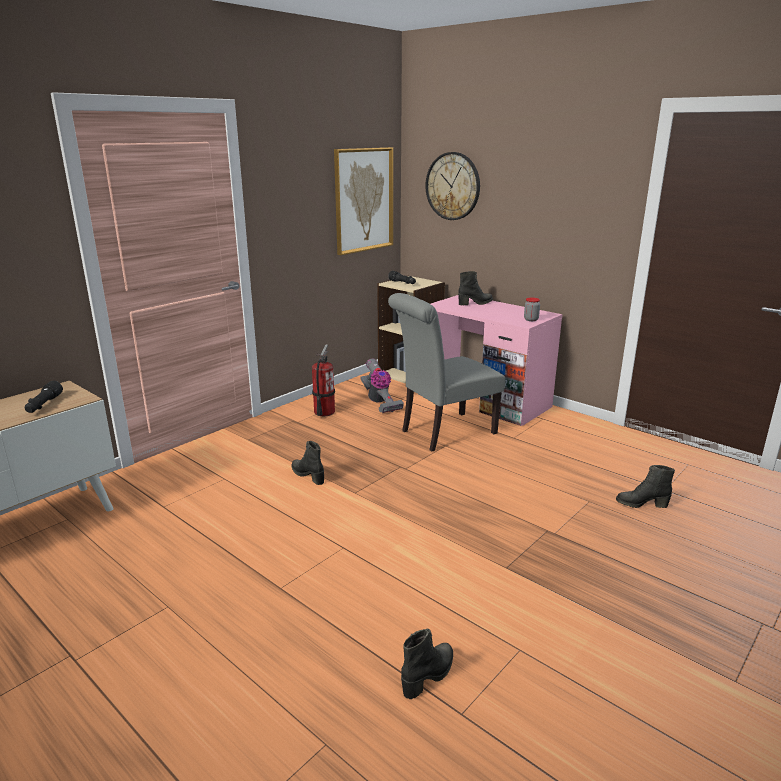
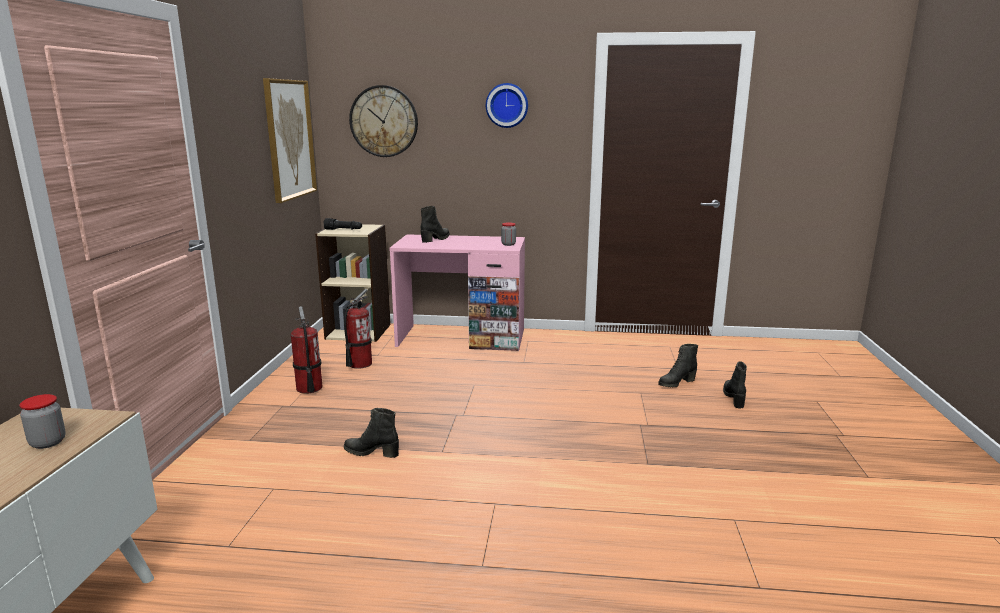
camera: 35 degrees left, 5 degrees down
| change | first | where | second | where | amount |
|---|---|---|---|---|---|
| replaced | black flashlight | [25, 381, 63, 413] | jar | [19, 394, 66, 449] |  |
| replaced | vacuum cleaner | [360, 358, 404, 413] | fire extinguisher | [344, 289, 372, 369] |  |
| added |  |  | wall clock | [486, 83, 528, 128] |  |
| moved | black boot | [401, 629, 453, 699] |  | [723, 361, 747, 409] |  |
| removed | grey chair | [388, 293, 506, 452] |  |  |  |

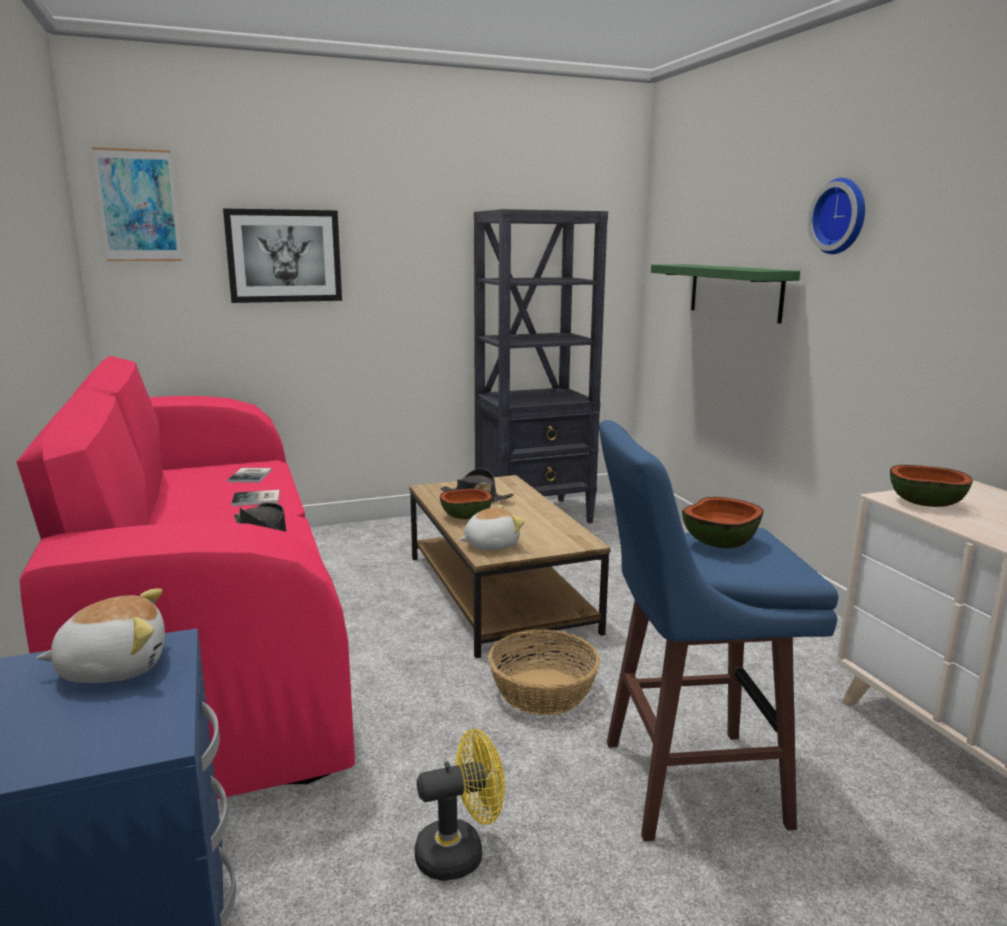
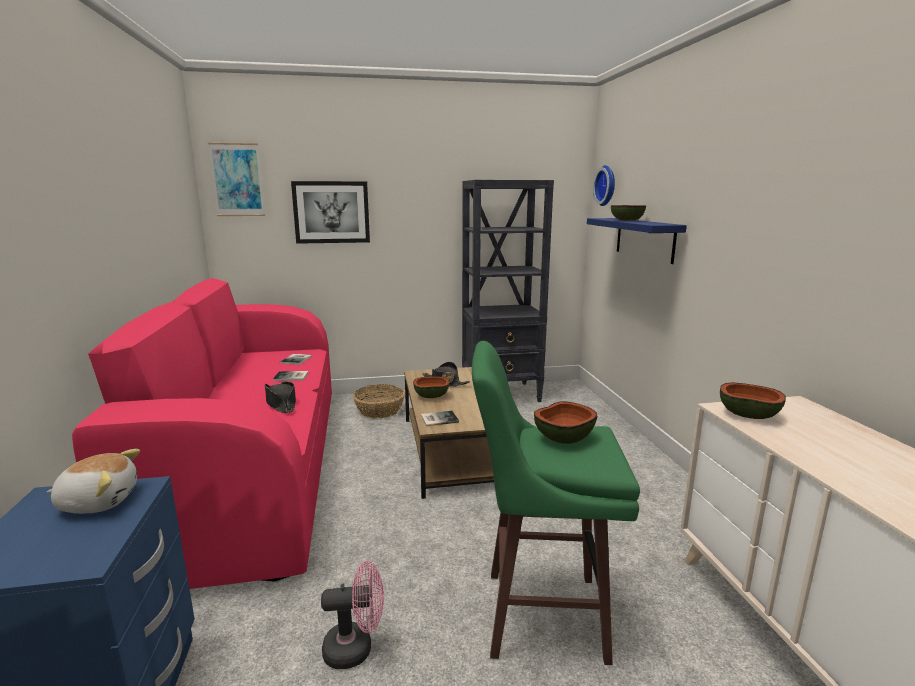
camera: 10 degrees right, 0 degrees up
| change | first | where | second | where | amount |
|---|---|---|---|---|---|
| recoloured | yellow fan | [415, 729, 505, 881] | pink fan | [321, 561, 384, 669] |  |
| moved | basket | [488, 629, 600, 715] |  | [353, 384, 405, 418] |  |
| replaced | plush toy | [459, 505, 525, 550] | book | [421, 410, 459, 426] |  |
| recoloured | blue stool | [599, 420, 839, 842] | green stool | [472, 341, 640, 665] |  |
| recoloured | green shelf | [651, 264, 800, 323] | blue shelf | [587, 218, 687, 264] |  |
| moved | wall clock | [808, 178, 865, 254] |  | [593, 165, 615, 206] |  |
| added |  |  | bowl | [611, 205, 646, 221] |  |

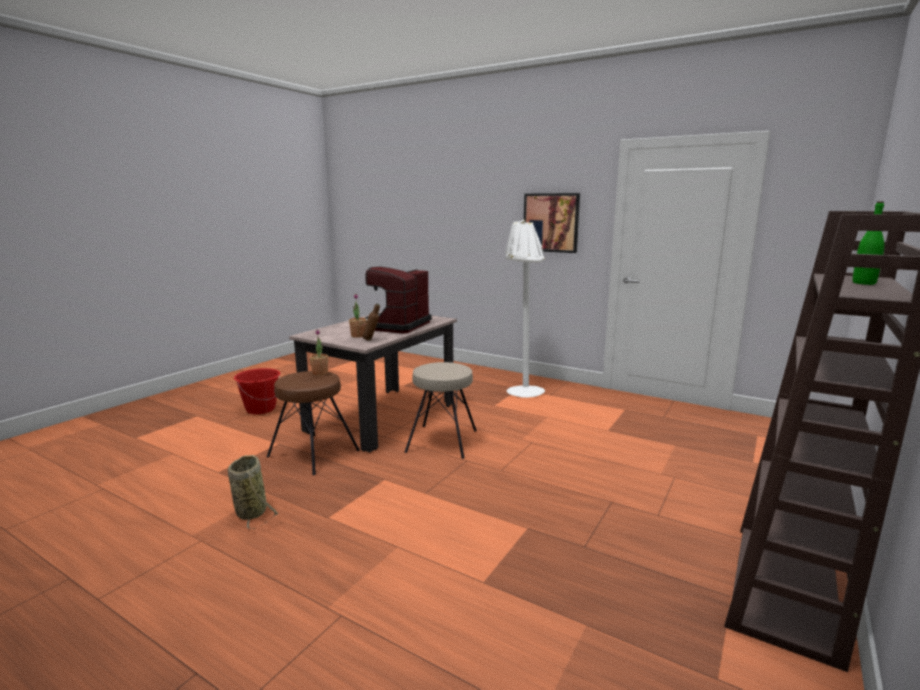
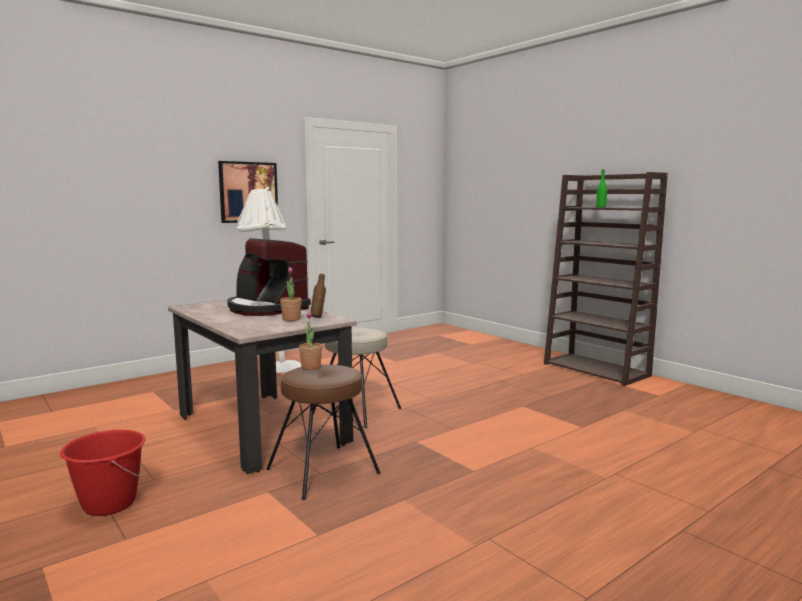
camera: 70 degrees left, 5 degrees down
| change | first | where | second | where | amount |
|---|---|---|---|---|---|
| removed | basket | [228, 455, 278, 529] |  |  |  |

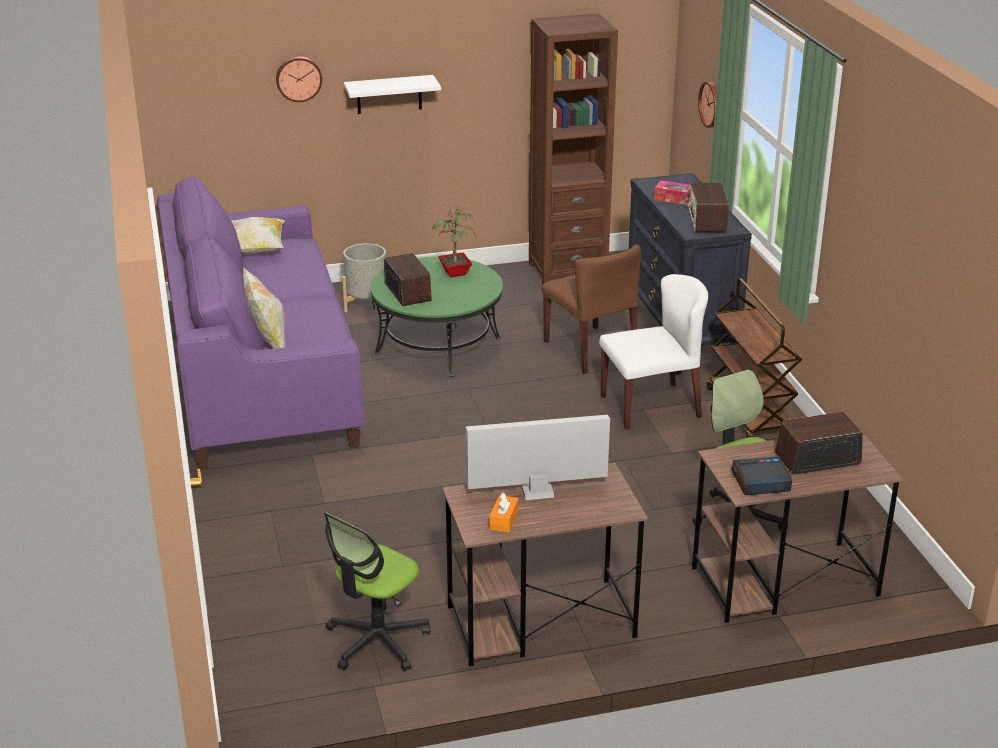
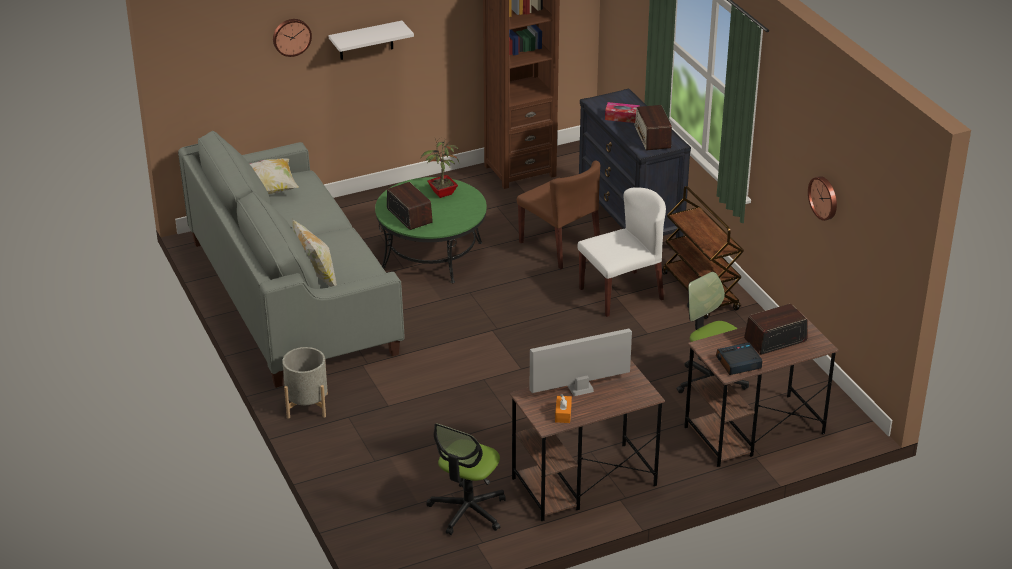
camera: 10 degrees left, 5 degrees up
| change | first | where | second | where | amount |
|---|---|---|---|---|---|
| recoloured | purple sofa | [157, 175, 365, 469] | grey sofa | [178, 131, 405, 388] |  |
| moved | grey planter | [342, 243, 386, 315] |  | [282, 347, 328, 418] |  |
| moved | wall clock | [698, 81, 717, 128] |  | [808, 176, 837, 221] |  |

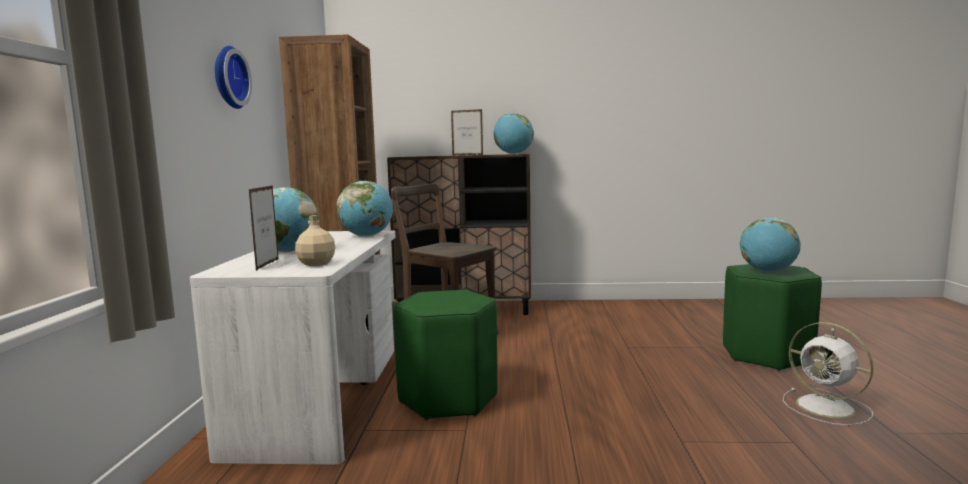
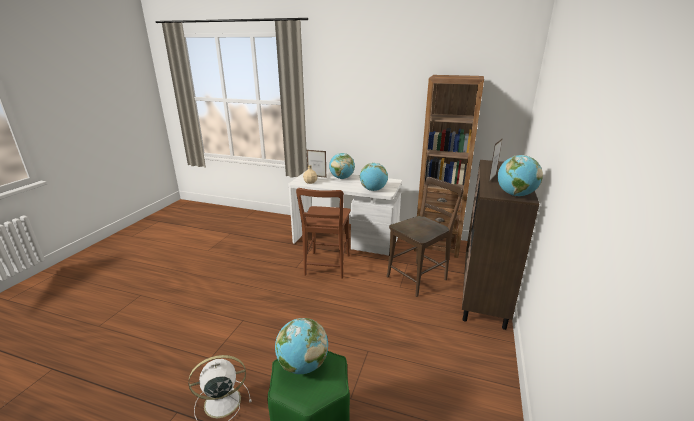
camera: 105 degrees right, 15 degrees up
| change | first | where | second | where | amount |
|---|---|---|---|---|---|
| replaced | green stool | [393, 290, 498, 420] | brown chair | [296, 188, 351, 279] |  |
| removed | wall clock | [215, 46, 252, 109] |  |  |  |

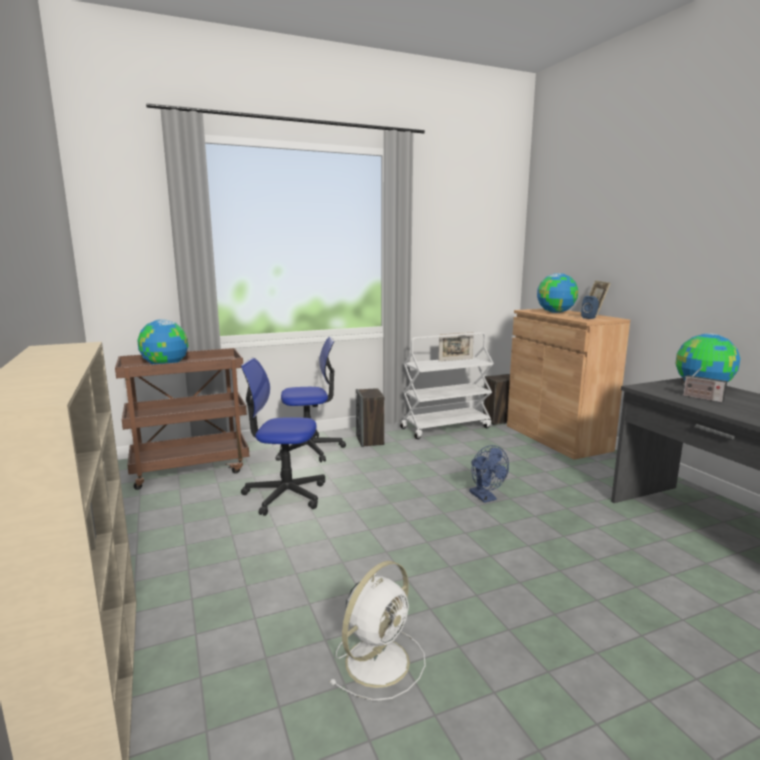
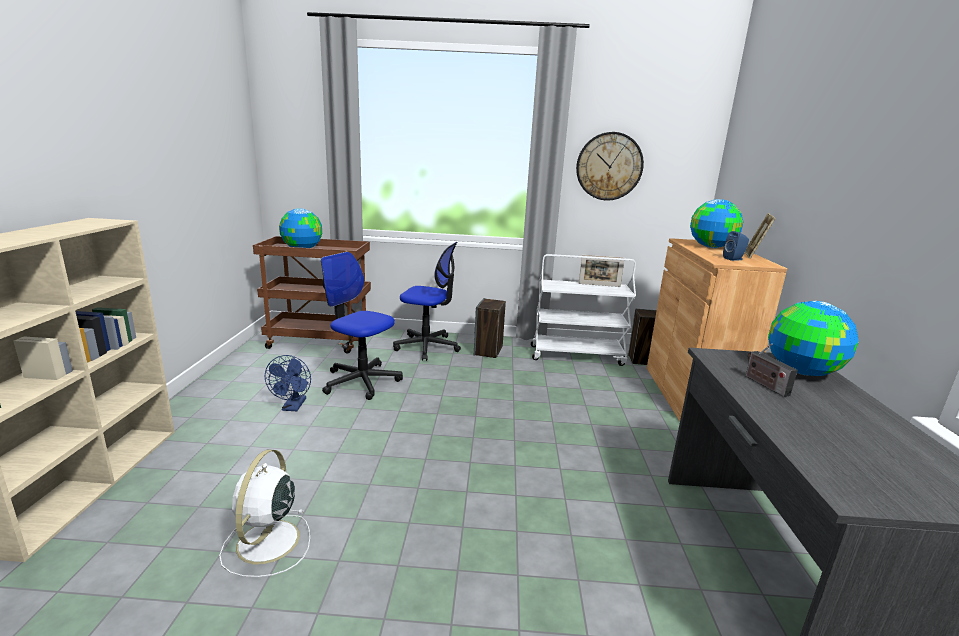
camera: 25 degrees right, 5 degrees up
| change | first | where | second | where | amount |
|---|---|---|---|---|---|
| turned | white fan | [329, 561, 426, 701] |  | [219, 449, 310, 577] | 120 degrees clockwise |
| moved | blue fan | [469, 445, 509, 503] |  | [264, 355, 311, 411] |  |
| added |  |  | wall clock | [576, 132, 644, 201] |  |

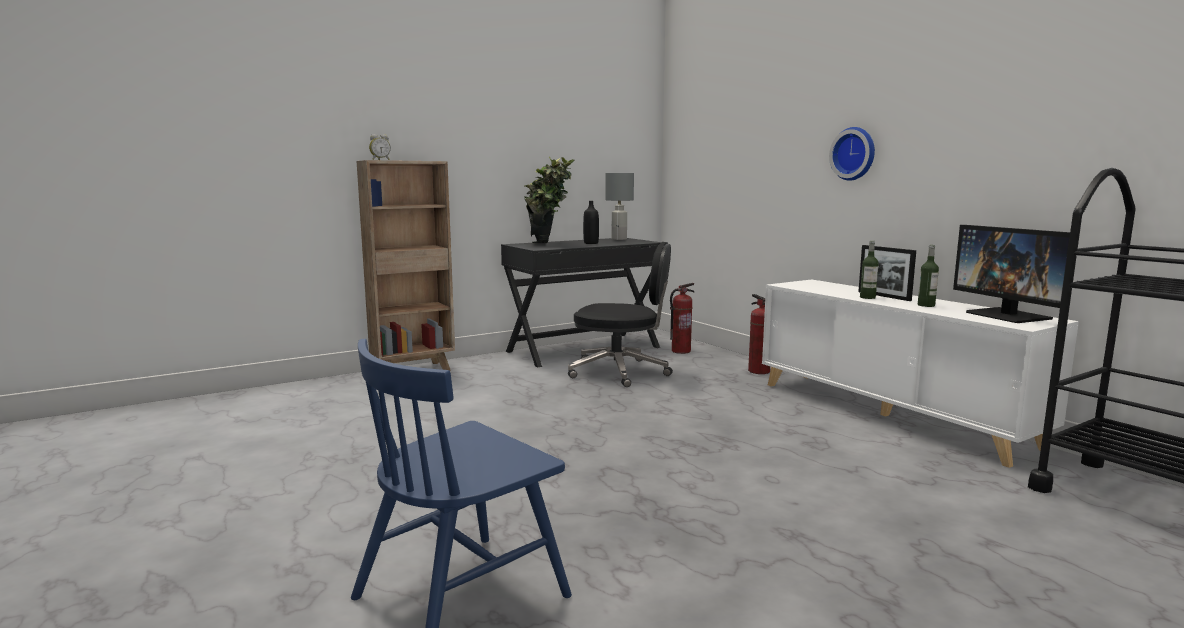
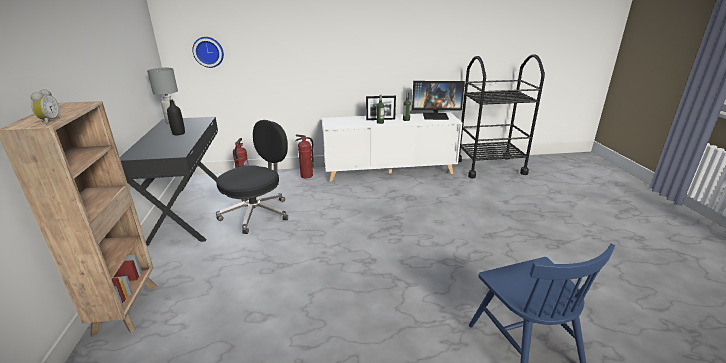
camera: 65 degrees left, 15 degrees up
| change | first | where | second | where | amount |
|---|---|---|---|---|---|
| moved | wall clock | [829, 127, 875, 181] |  | [192, 37, 224, 68] |  |
| removed | potted plant | [523, 157, 574, 243] |  |  |  |

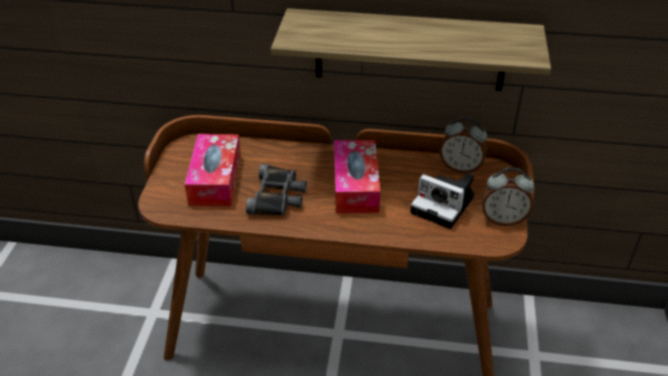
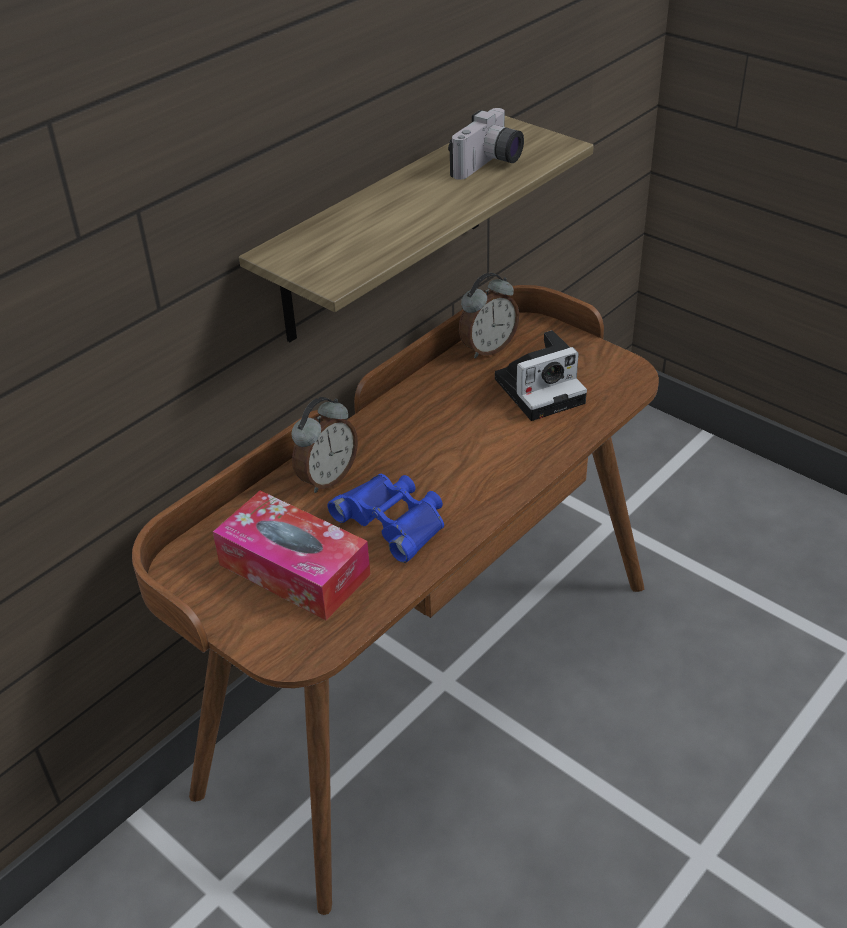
camera: 55 degrees left, 0 degrees up
| change | first | where | second | where | amount |
|---|---|---|---|---|---|
| moved | alarm clock | [482, 167, 534, 226] |  | [291, 397, 358, 493] |  |
| recoloured | black binoculars | [246, 164, 307, 216] | blue binoculars | [328, 474, 444, 563] |  |
| added |  |  | photo camera | [448, 108, 524, 180] |  |
| removed | tissue box | [334, 140, 381, 214] |  |  |  |

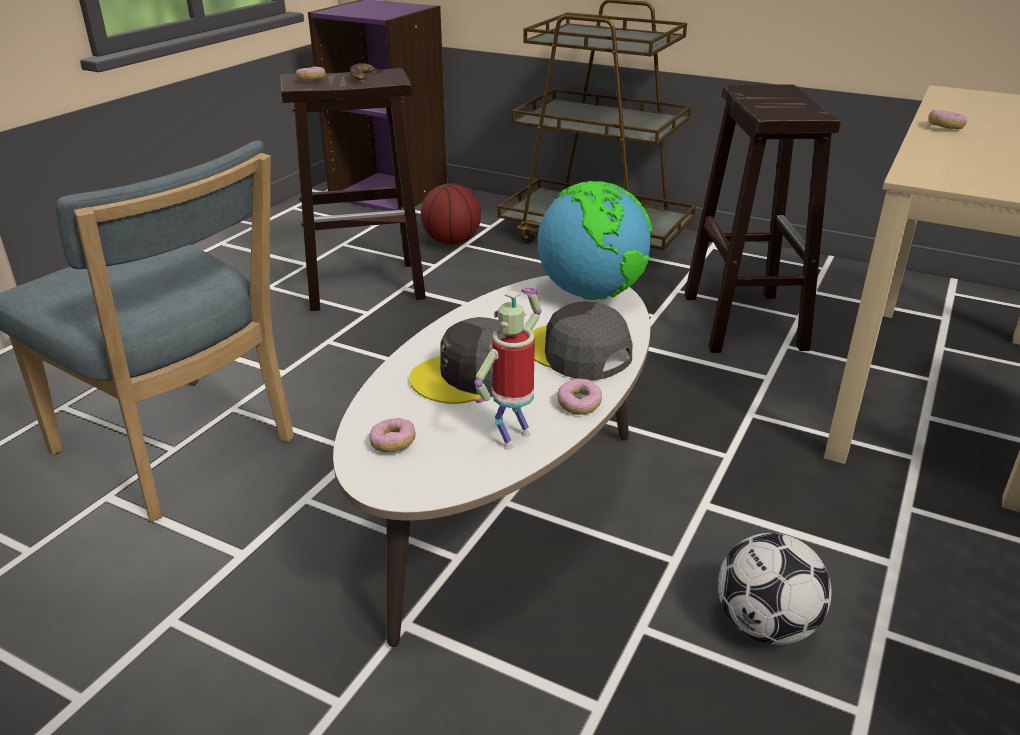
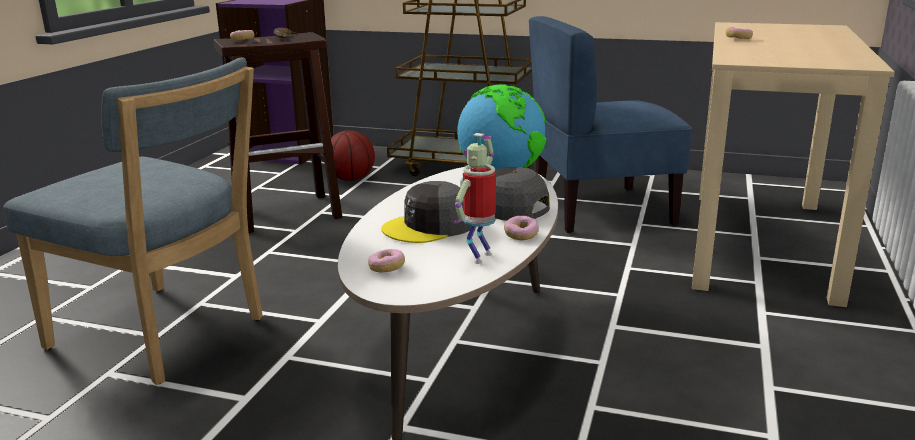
camera: 10 degrees left, 10 degrees down
| change | first | where | second | where | amount |
|---|---|---|---|---|---|
| replaced | brown stool | [684, 85, 841, 353] | blue chair | [529, 16, 692, 233] |  |
| removed | football | [718, 533, 832, 645] |  |  |  |

